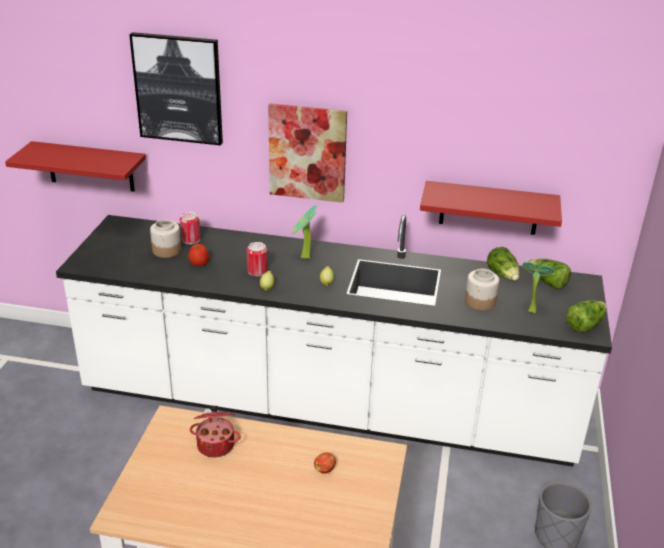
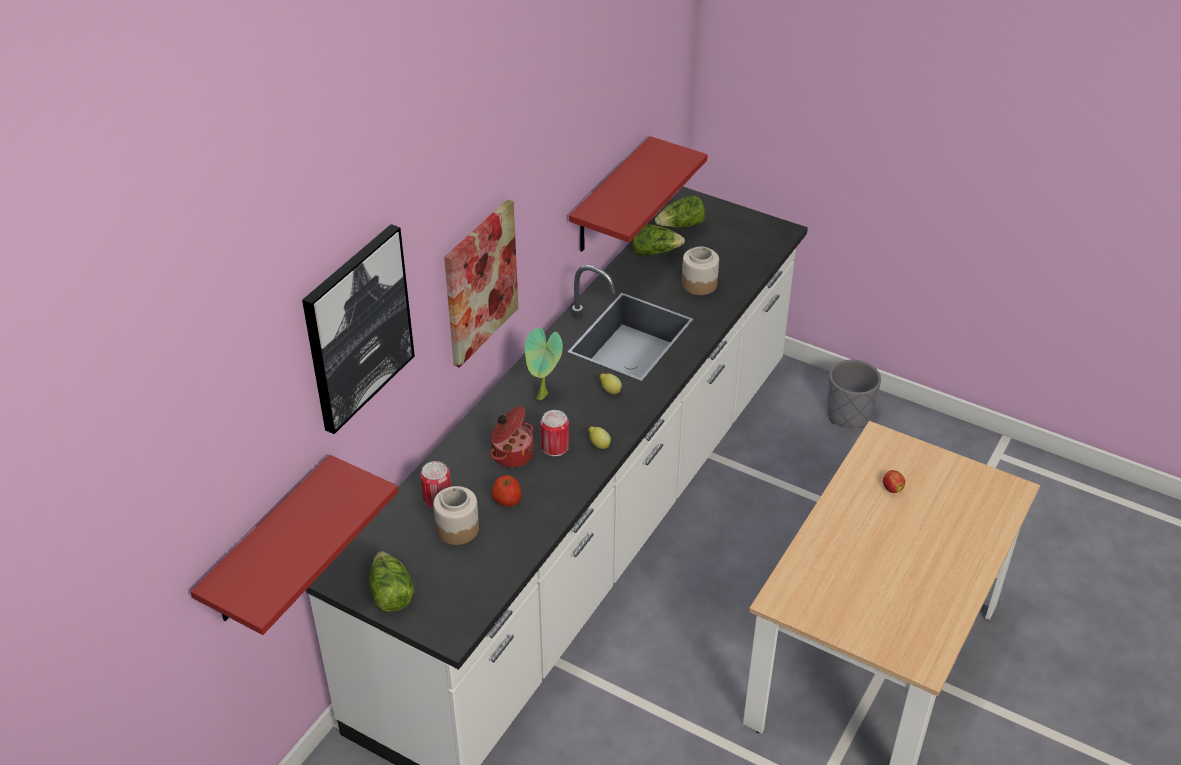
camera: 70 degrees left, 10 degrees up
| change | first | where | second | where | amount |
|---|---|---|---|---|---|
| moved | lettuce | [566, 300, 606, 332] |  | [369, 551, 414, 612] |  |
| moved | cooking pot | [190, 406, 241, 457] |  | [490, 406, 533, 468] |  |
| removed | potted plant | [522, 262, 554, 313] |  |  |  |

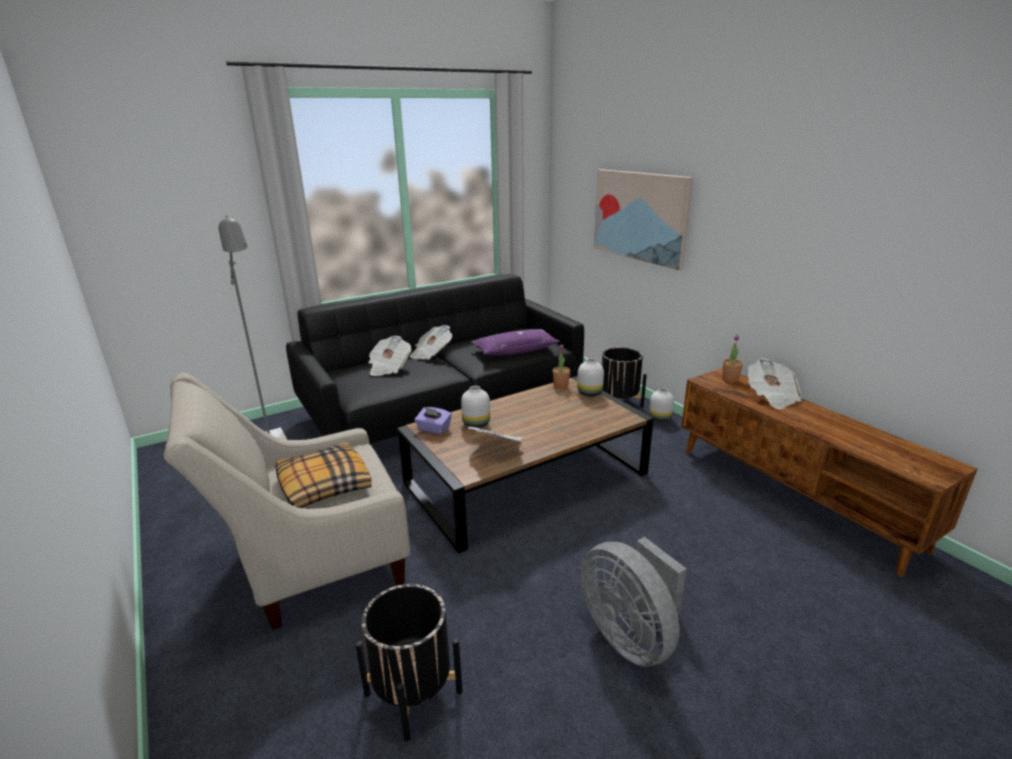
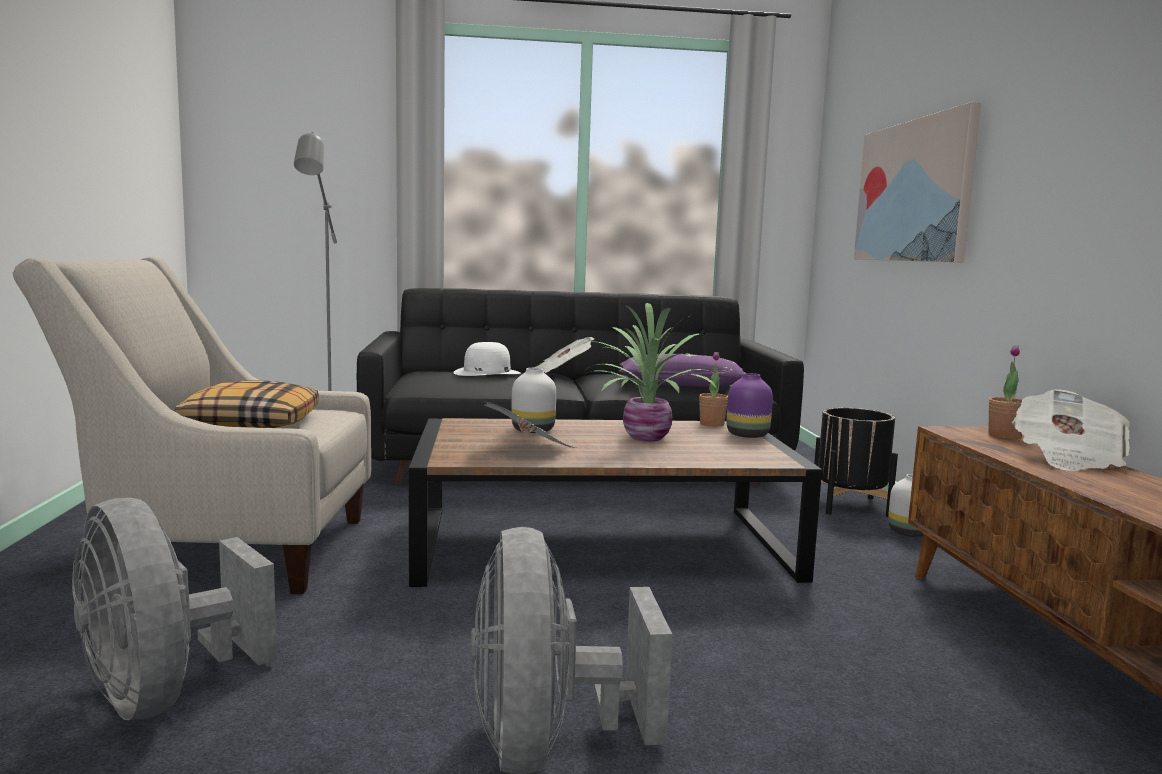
camera: 25 degrees right, 15 degrees down
| change | first | where | second | where | amount |
|---|---|---|---|---|---|
| replaced | black planter | [355, 584, 463, 741] | grey fan | [72, 498, 277, 720] |  |
| replaced | newspaper | [368, 336, 411, 376] | white hat | [453, 342, 520, 376] |  |
| added |  |  | potted plant | [585, 303, 717, 442] |  |
| recoloured | white vase | [577, 358, 604, 397] | purple vase | [727, 373, 773, 438] |  |
| removed | purple tissue box | [415, 407, 452, 435] |  |  |  |

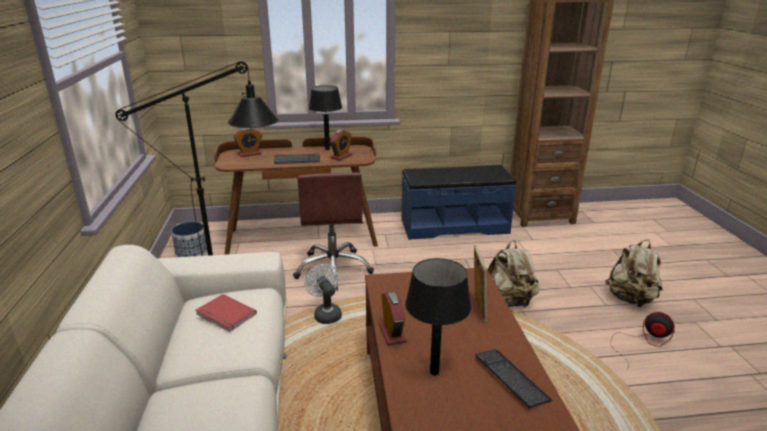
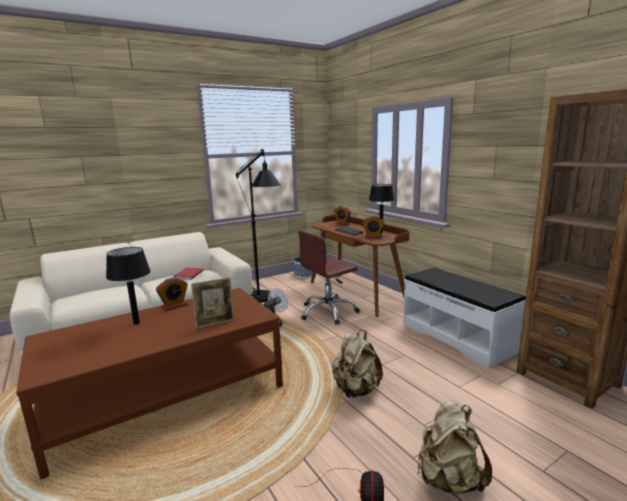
camera: 65 degrees right, 10 degrees down
| change | first | where | second | where | amount |
|---|---|---|---|---|---|
| recoloured | blue bench | [402, 165, 516, 240] | white bench | [403, 267, 526, 368] |  |
| removed | keyboard | [475, 349, 553, 409] |  |  |  |

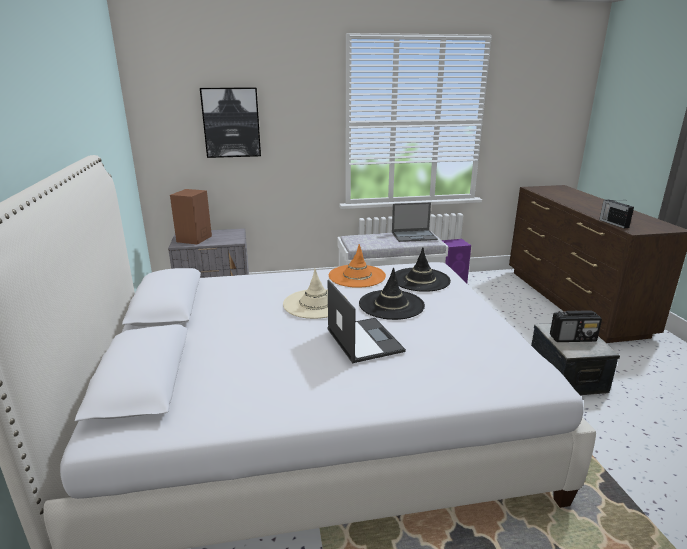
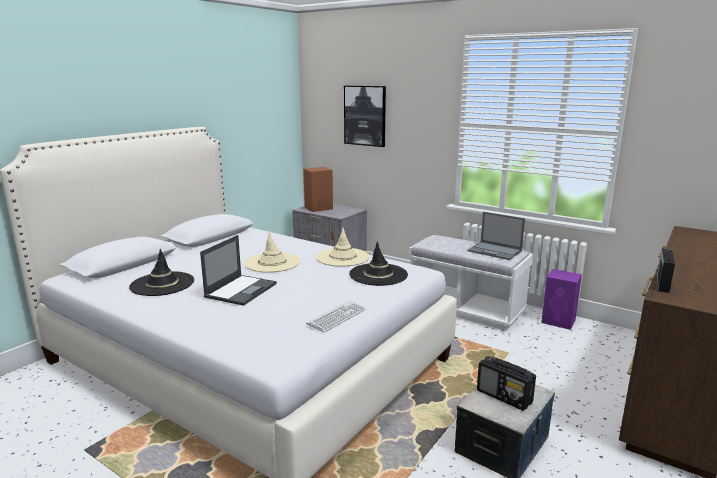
camera: 45 degrees right, 5 degrees down
| change | first | where | second | where | amount |
|---|---|---|---|---|---|
| moved | black hat | [359, 267, 425, 320] |  | [129, 249, 194, 296] |  |
| added |  |  | keyboard | [306, 300, 366, 332] |  |
| recoloured | orange hat | [329, 244, 386, 288] | beige hat | [316, 227, 369, 267] |  |

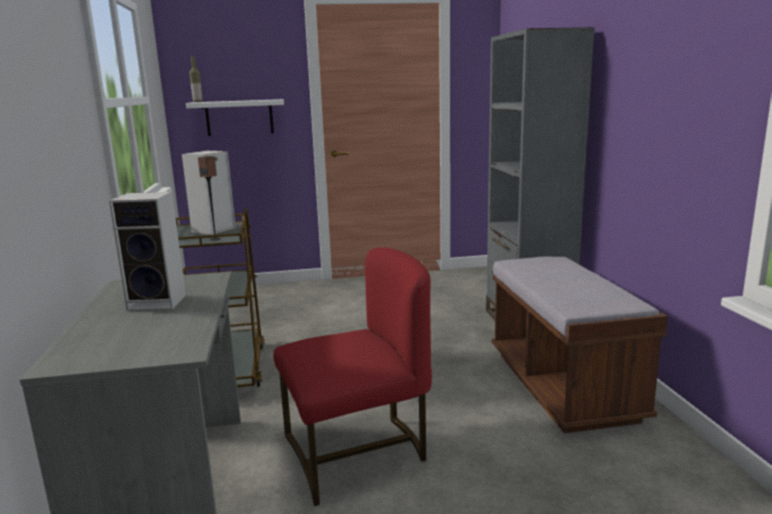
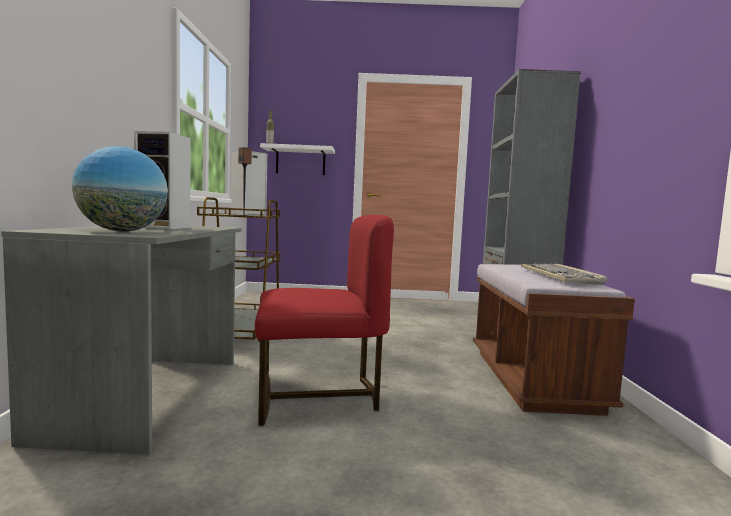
camera: 10 degrees right, 10 degrees down
| change | first | where | second | where | amount |
|---|---|---|---|---|---|
| added |  |  | globe | [72, 146, 168, 232] |  |
| added |  |  | keyboard | [521, 264, 607, 285] |  |

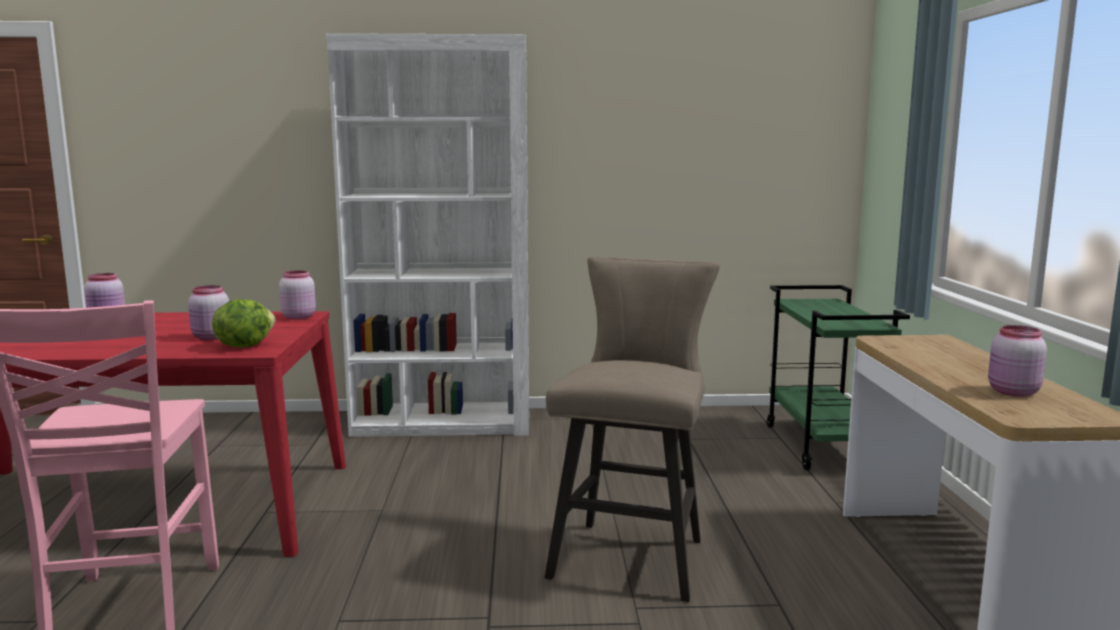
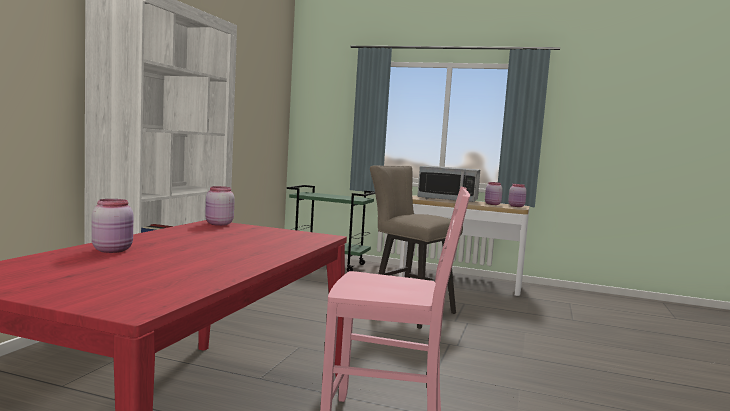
camera: 70 degrees left, 5 degrees down
| change | first | where | second | where | amount |
|---|---|---|---|---|---|
| added |  |  | microwave | [417, 166, 480, 202] |  |
| moved | pink jar | [188, 285, 229, 340] |  | [508, 184, 527, 207] |  |
| removed | lettuce | [212, 299, 275, 348] |  |  |  |

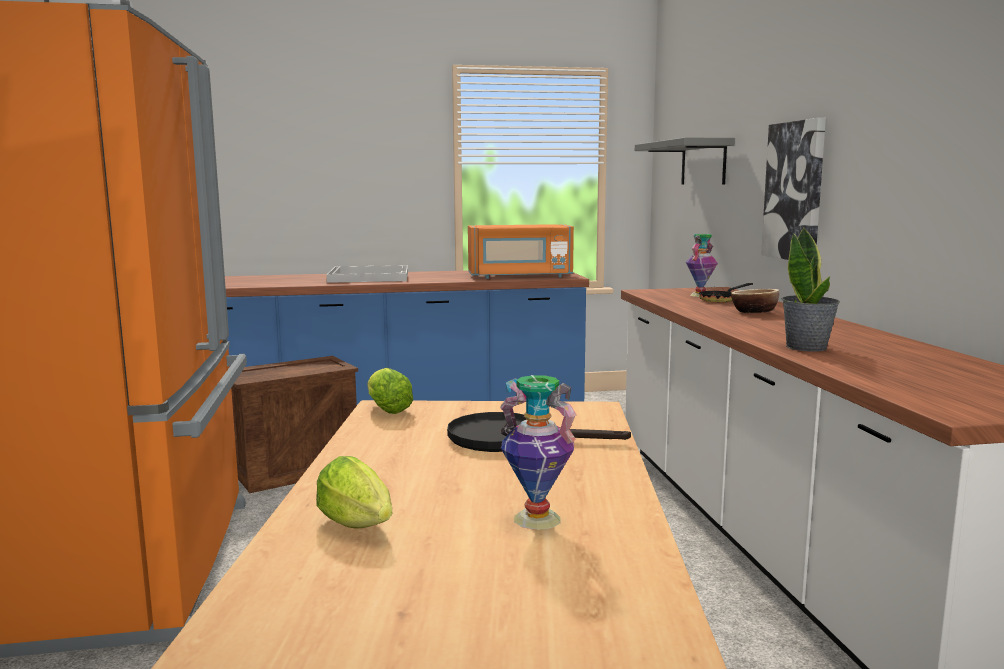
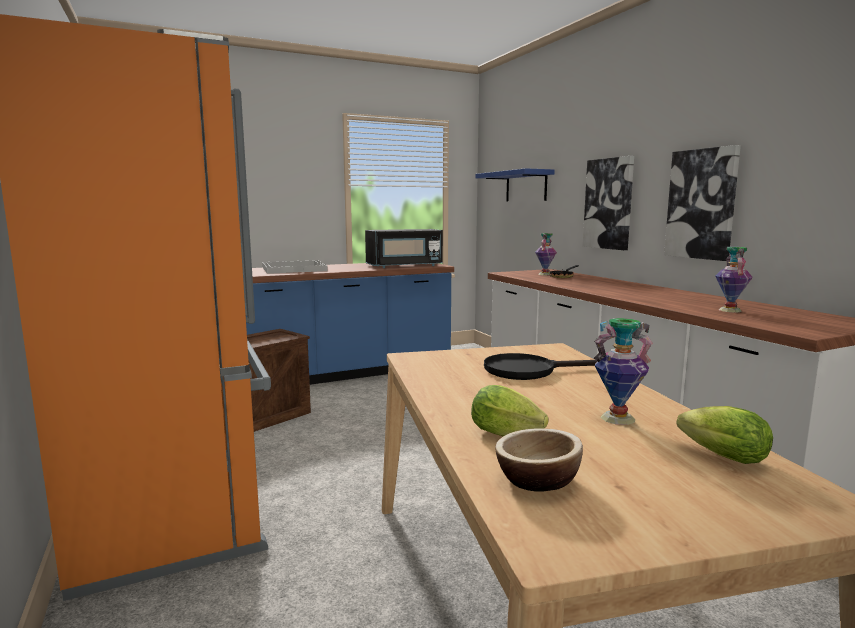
camera: 15 degrees left, 0 degrees up
| change | first | where | second | where | amount |
|---|---|---|---|---|---|
| recoloured | orange microwave | [468, 224, 574, 279] | black microwave | [365, 229, 443, 268] |  |
| recoloured | grey shelf | [635, 138, 735, 185] | blue shelf | [475, 168, 555, 202] |  |
| moved | bowl | [731, 289, 780, 313] |  | [495, 428, 583, 492] |  |
| added |  |  | picture | [664, 145, 741, 261] |  |
| moved | lettuce | [367, 368, 413, 414] |  | [677, 406, 773, 464] |  |
| added |  |  | vase | [715, 247, 753, 313] |  |
| removed | potted plant | [781, 228, 840, 352] |  |  |  |

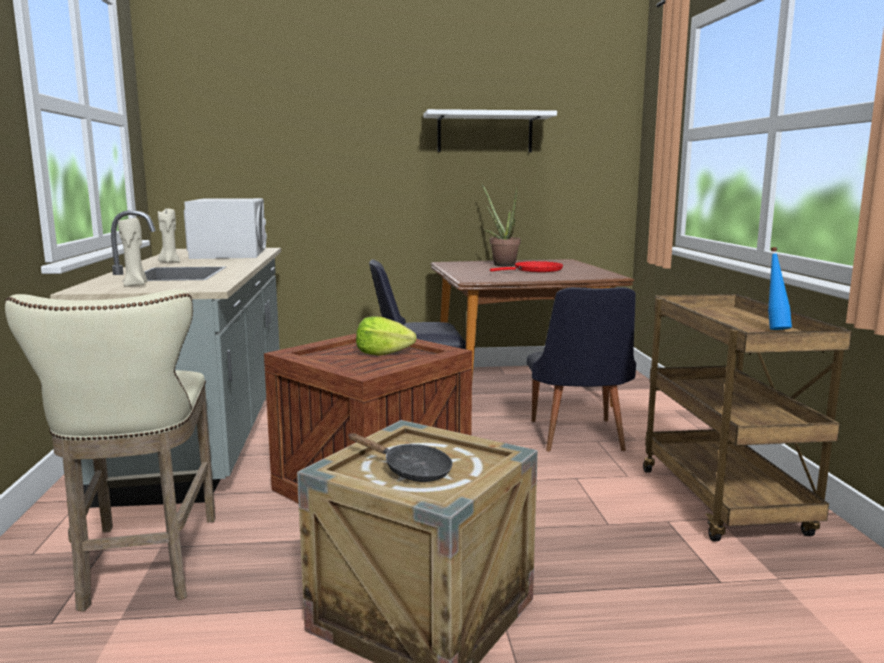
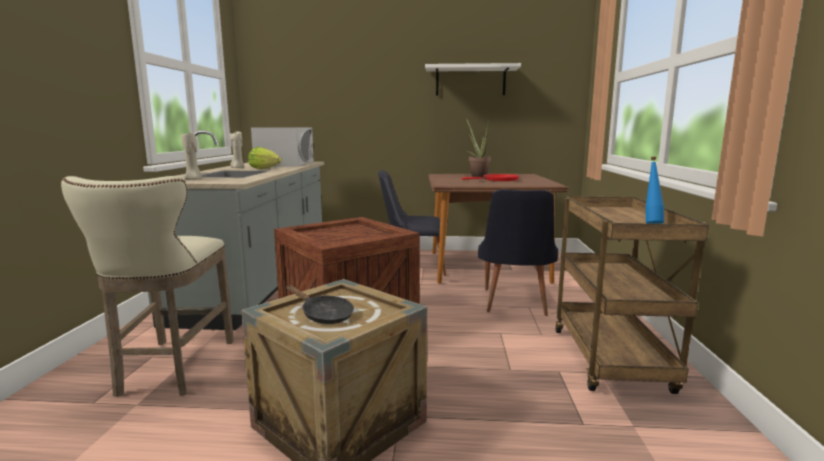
camera: 10 degrees right, 0 degrees up
| change | first | where | second | where | amount |
|---|---|---|---|---|---|
| moved | lettuce | [356, 316, 416, 356] |  | [248, 147, 282, 169] |  |

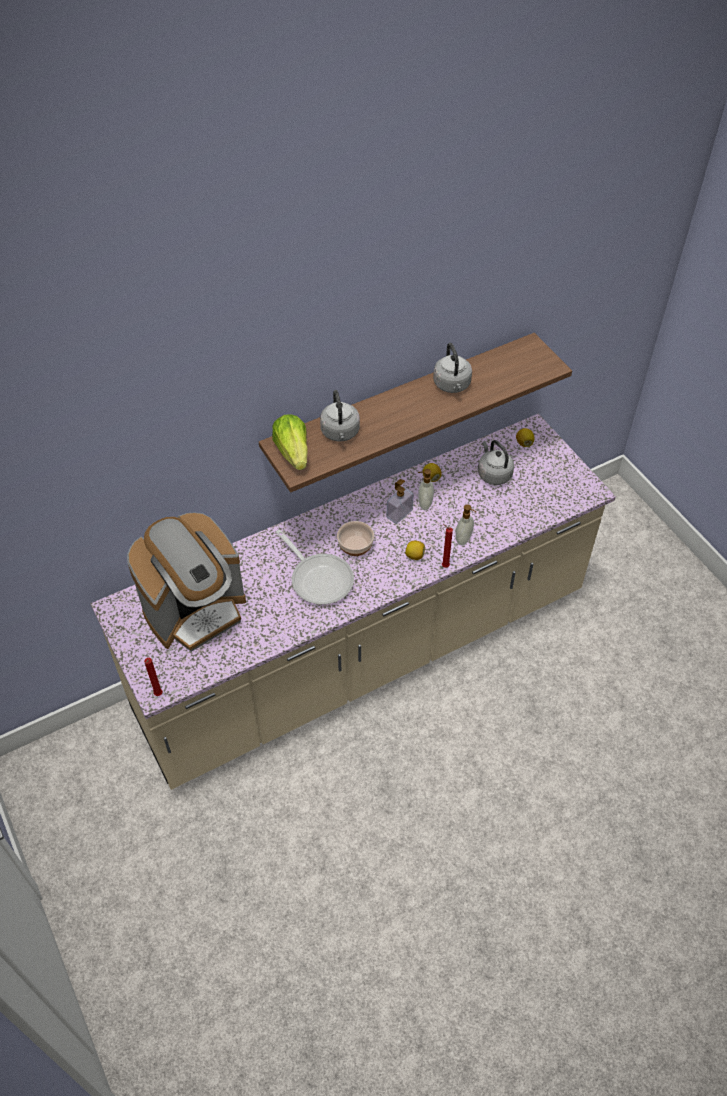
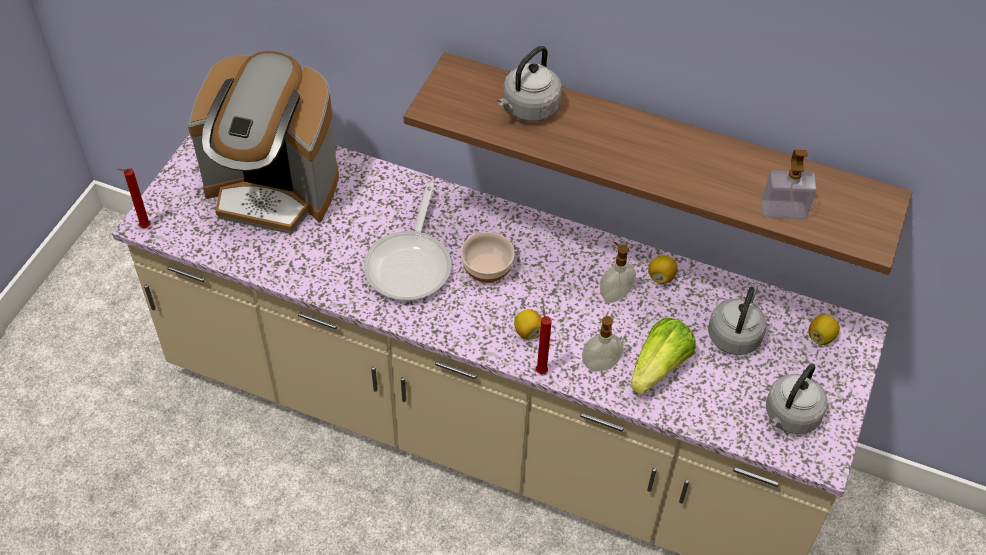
camera: 50 degrees right, 0 degrees up
| change | first | where | second | where | amount |
|---|---|---|---|---|---|
| moved | lettuce | [272, 414, 308, 470] |  | [630, 318, 696, 394] |  |
| moved | soap dispenser | [386, 479, 414, 524] |  | [762, 150, 816, 219] |  |
| moved | grey kettle | [433, 343, 472, 393] |  | [766, 364, 827, 434] |  |

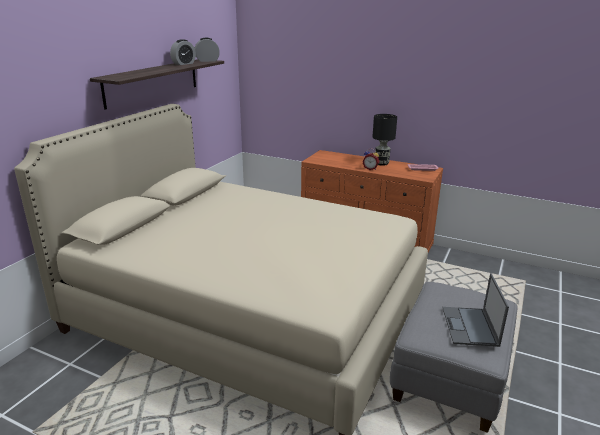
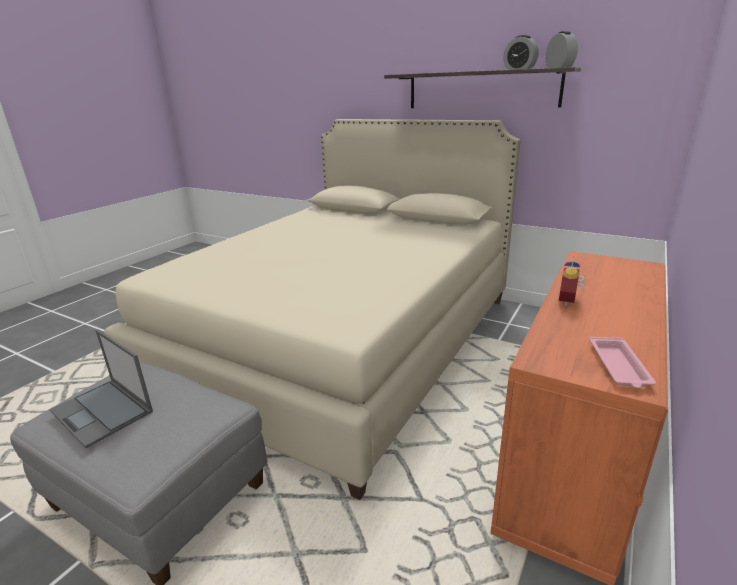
camera: 95 degrees right, 0 degrees up
| change | first | where | second | where | amount |
|---|---|---|---|---|---|
| turned | laptop | [442, 273, 509, 347] |  | [49, 329, 153, 448] | 150 degrees counterclockwise |
| removed | black table lamp | [373, 114, 397, 166] |  |  |  |

